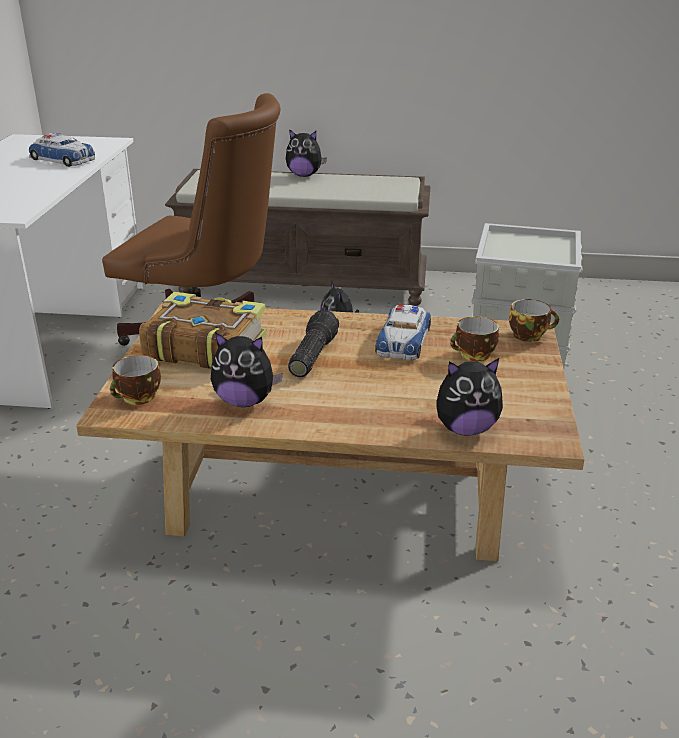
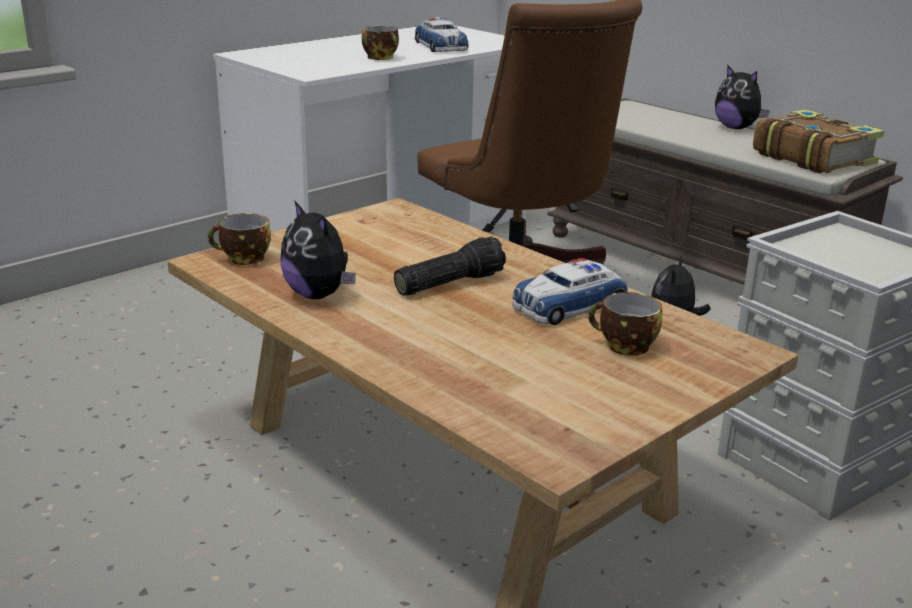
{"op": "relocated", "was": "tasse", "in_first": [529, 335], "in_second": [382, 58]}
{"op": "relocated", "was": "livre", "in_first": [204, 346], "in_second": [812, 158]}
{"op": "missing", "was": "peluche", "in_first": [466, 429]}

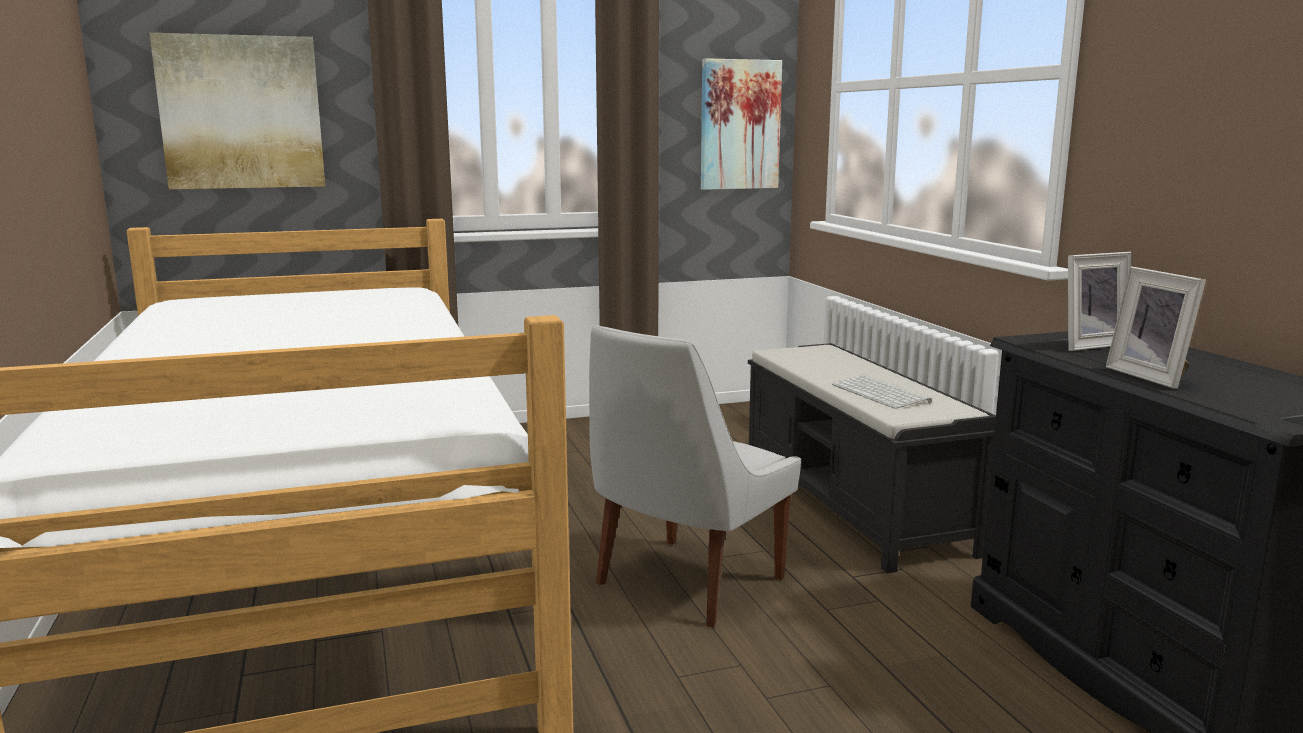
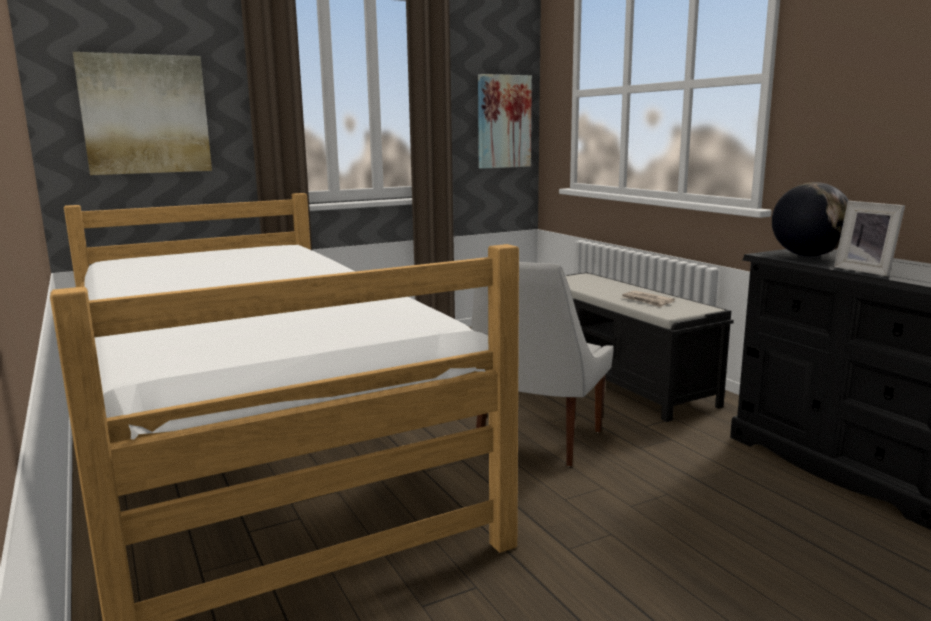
{"op": "exchanged", "was": "clavier", "now": "journal", "in_first": [882, 393], "in_second": [647, 301]}
{"op": "exchanged", "was": "cadre photo", "now": "globe", "in_first": [1088, 345], "in_second": [807, 255]}

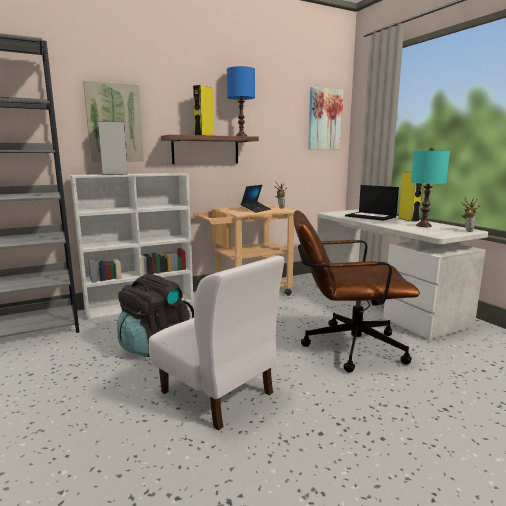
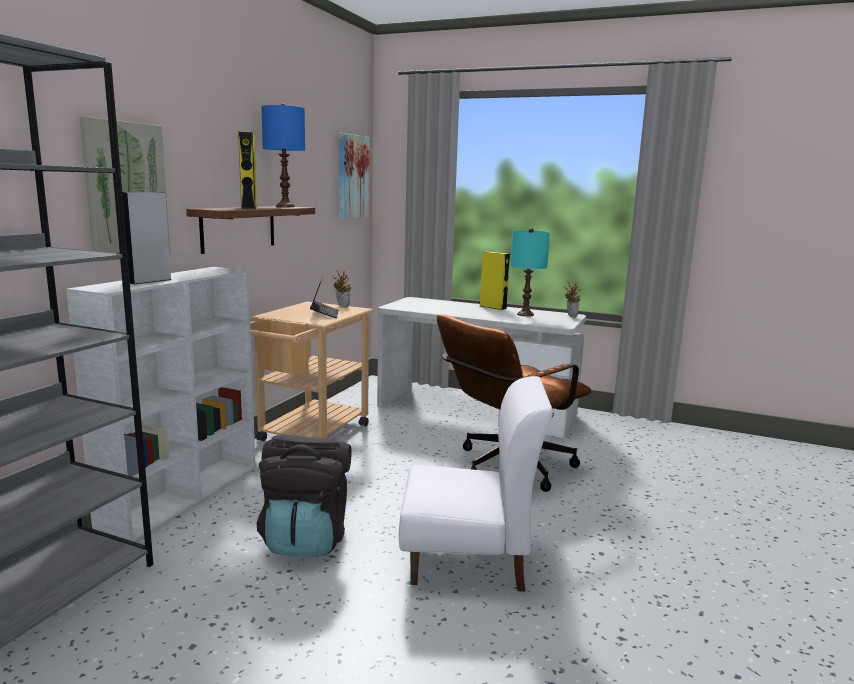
{"op": "missing", "was": "ordinateur portable", "in_first": [371, 216]}

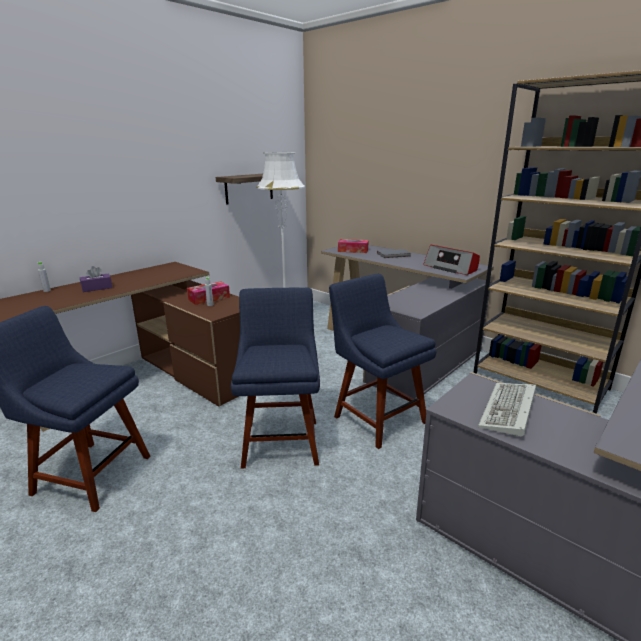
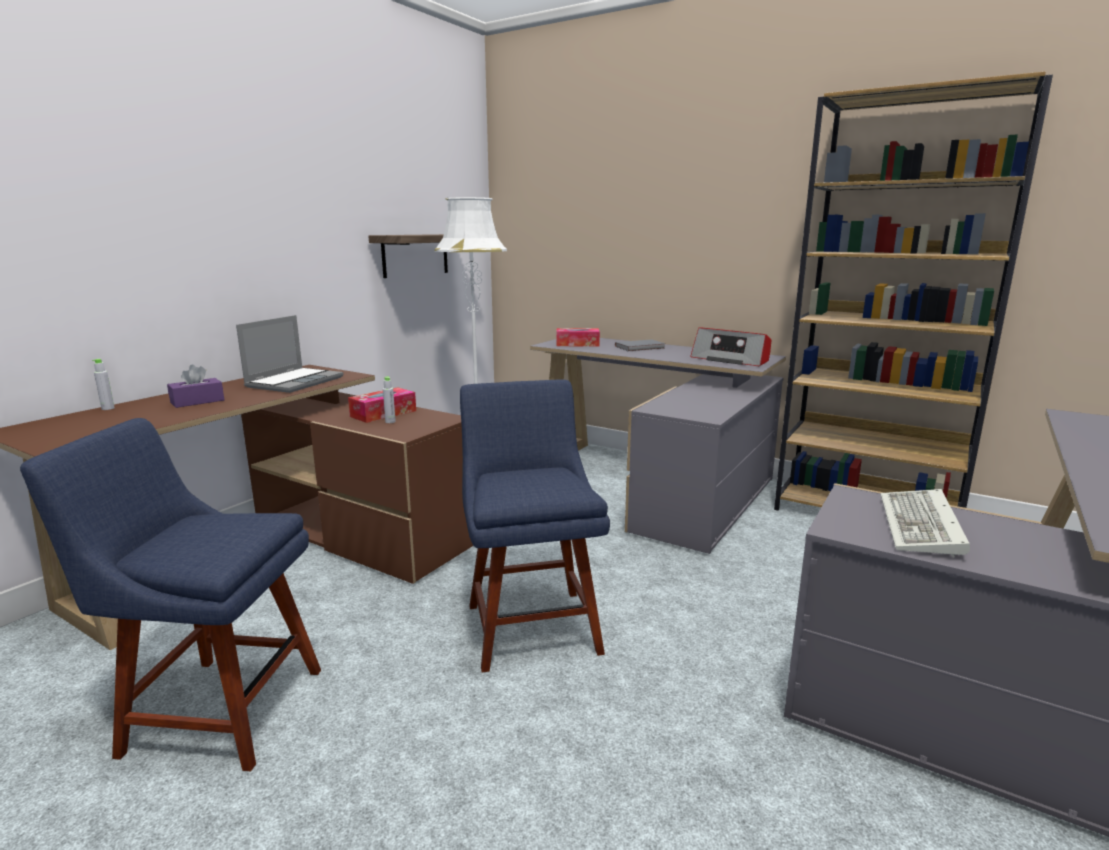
{"op": "appeared", "now": "ordinateur portable", "in_second": [295, 382]}
{"op": "missing", "was": "chaise (bleu)", "in_first": [376, 417]}

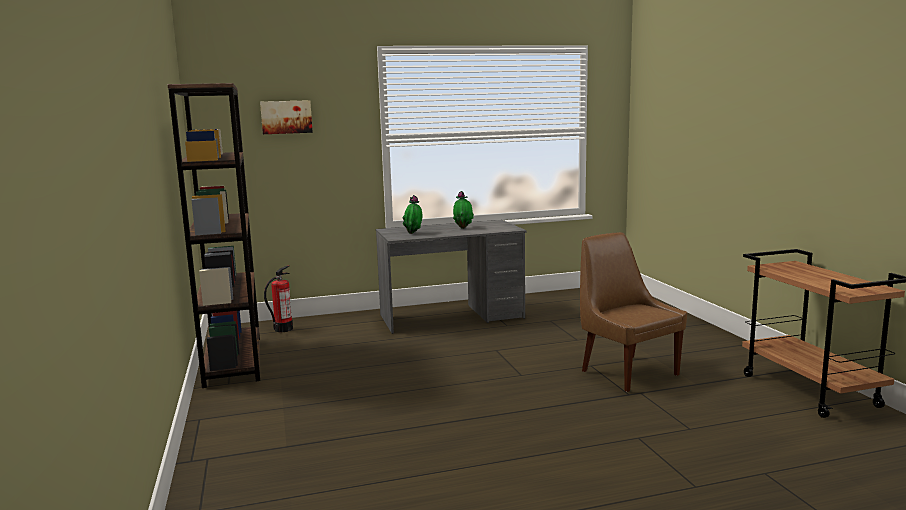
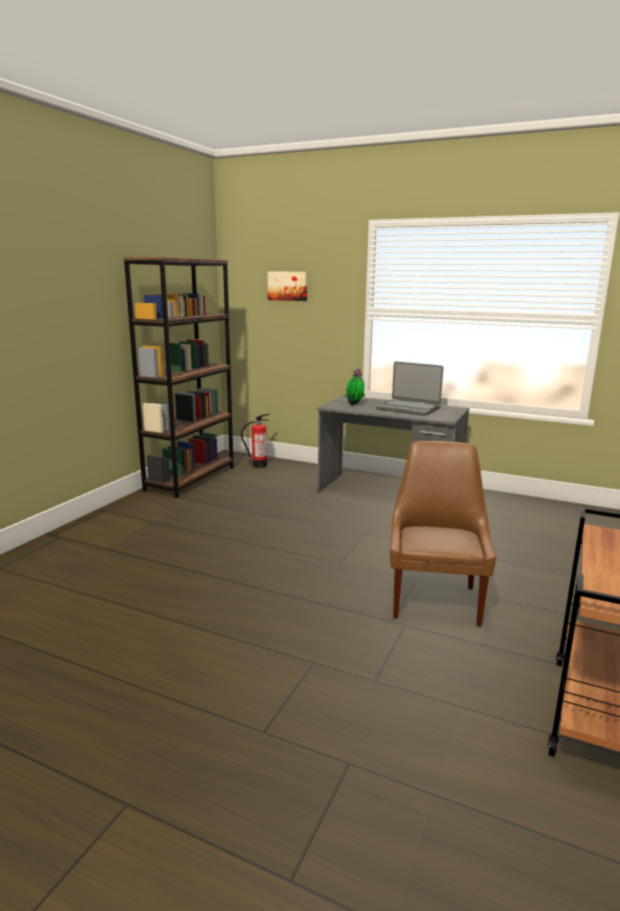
{"op": "exchanged", "was": "plante en pot", "now": "ordinateur portable", "in_first": [463, 228], "in_second": [408, 408]}

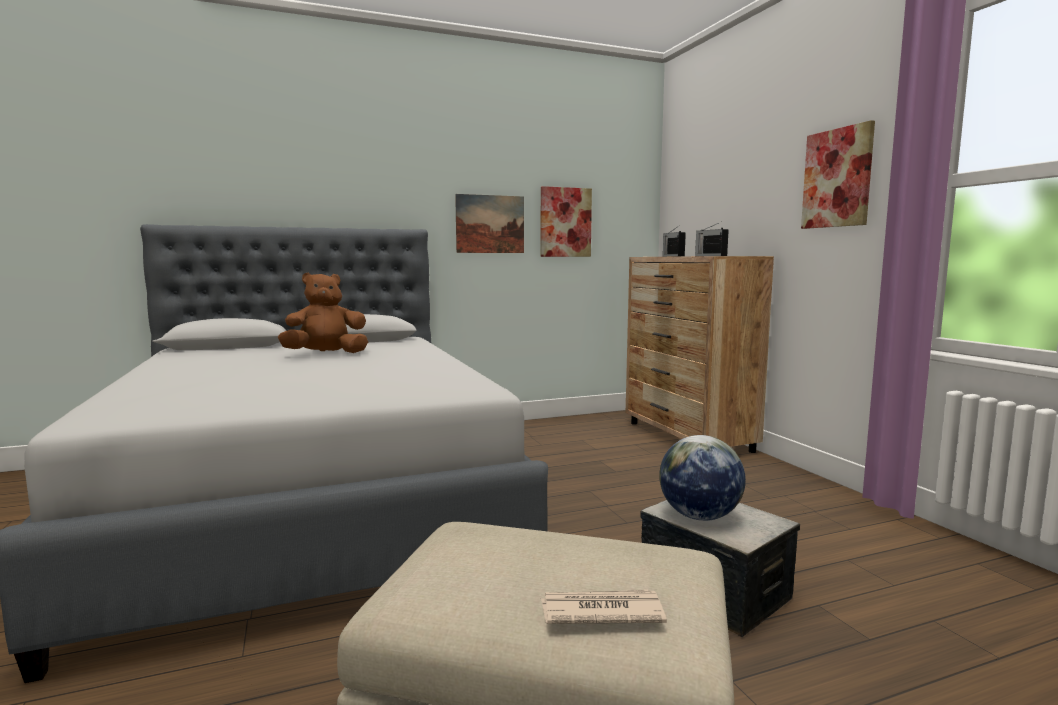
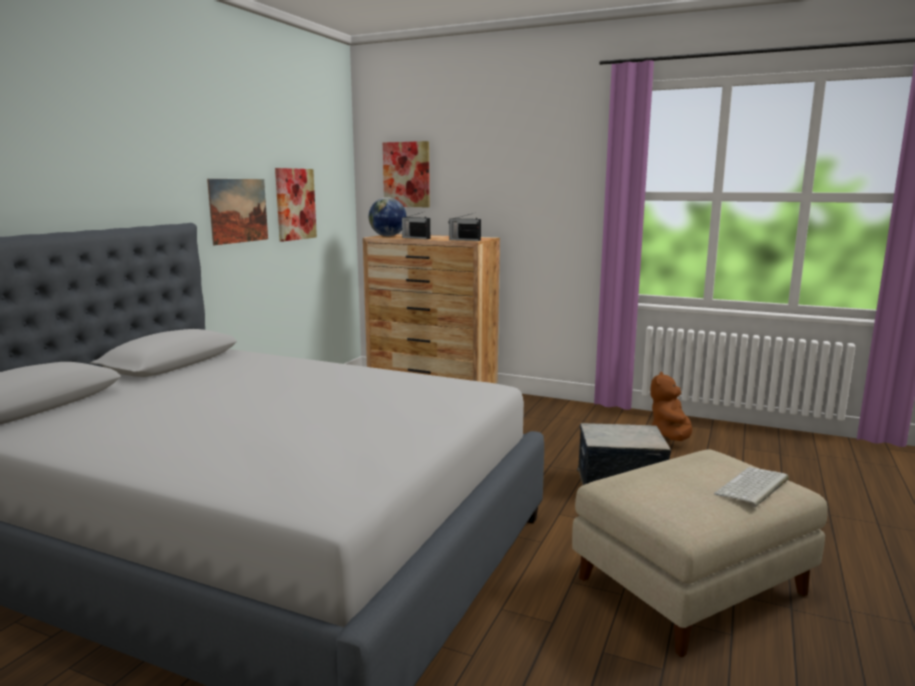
{"op": "relocated", "was": "globe", "in_first": [699, 516], "in_second": [387, 236]}
{"op": "relocated", "was": "tableau", "in_first": [837, 178], "in_second": [406, 174]}
{"op": "relocated", "was": "peluche (marron)", "in_first": [326, 354], "in_second": [670, 436]}
{"op": "exchanged", "was": "journal", "now": "clavier", "in_first": [600, 611], "in_second": [753, 487]}

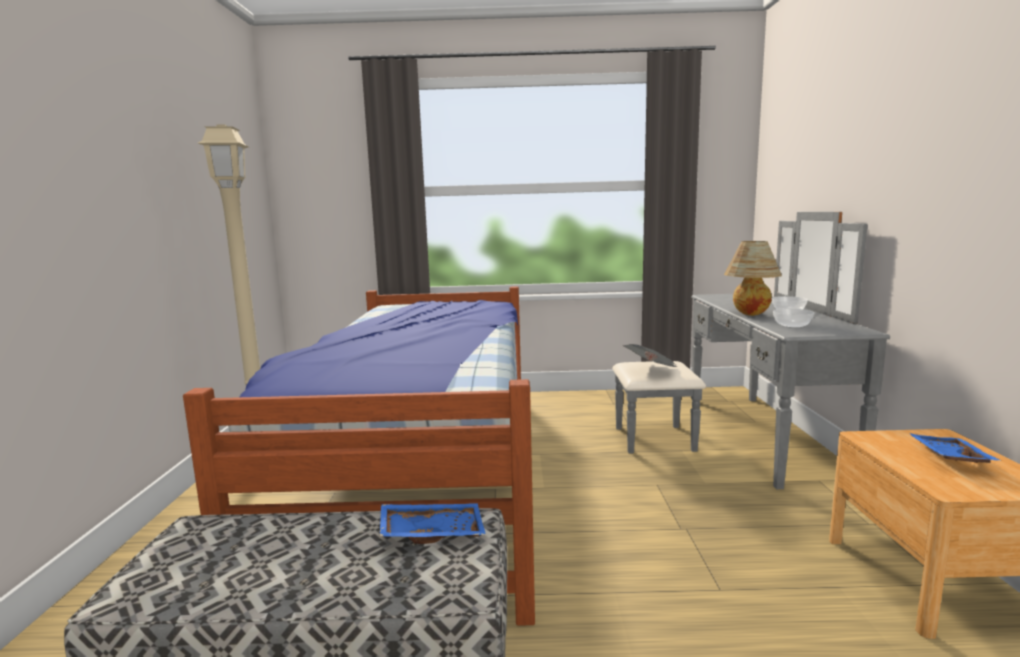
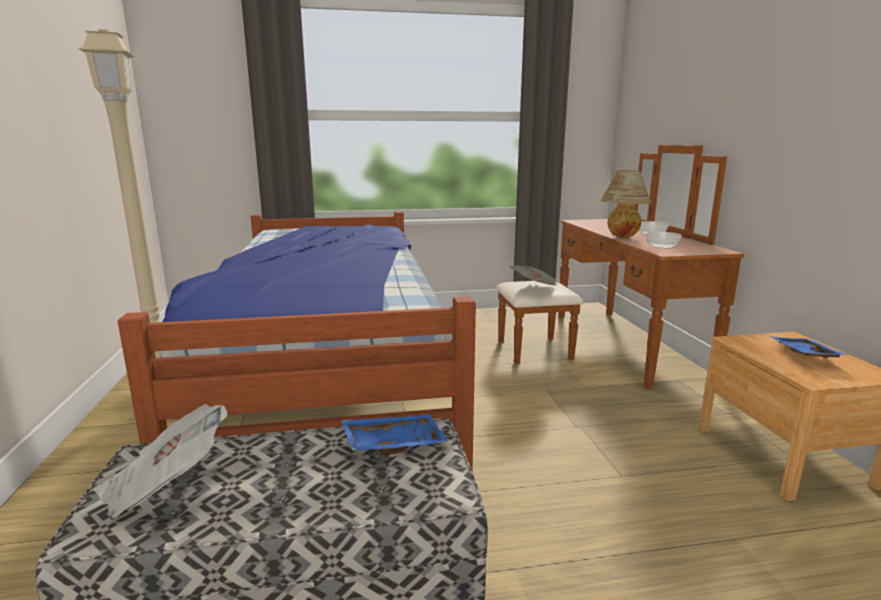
{"op": "appeared", "now": "journal", "in_second": [166, 485]}
{"op": "colour", "was": "commode (gris)", "now": "commode (marron)", "in_first": [738, 437], "in_second": [605, 346]}

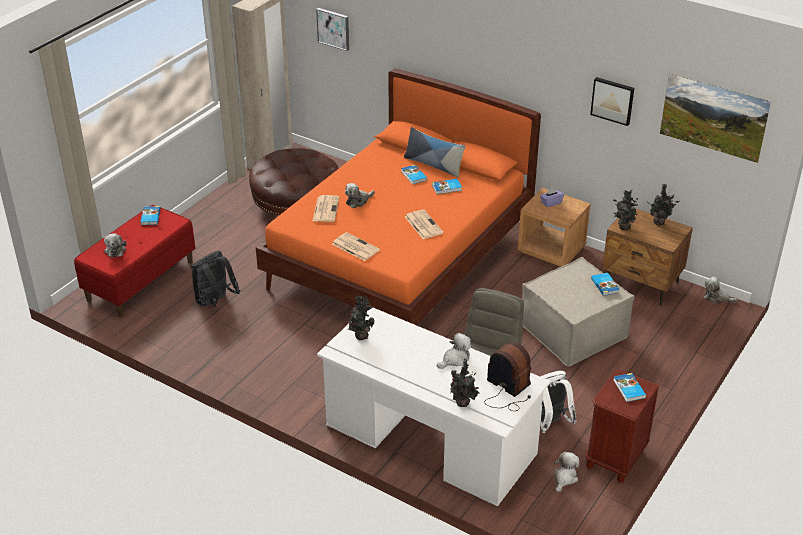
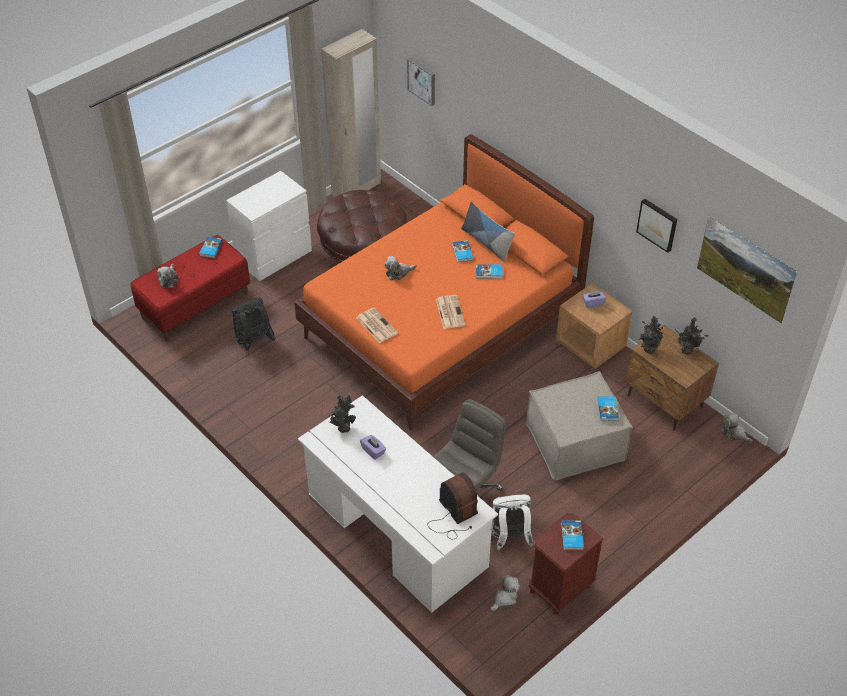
{"op": "appeared", "now": "commode (blanc)", "in_second": [274, 256]}
{"op": "appeared", "now": "boîte à mouchoirs (violet)", "in_second": [373, 451]}
{"op": "missing", "was": "journal", "in_first": [325, 209]}
{"op": "missing", "was": "peluche", "in_first": [455, 359]}
{"op": "missing", "was": "plante en pot", "in_first": [462, 403]}

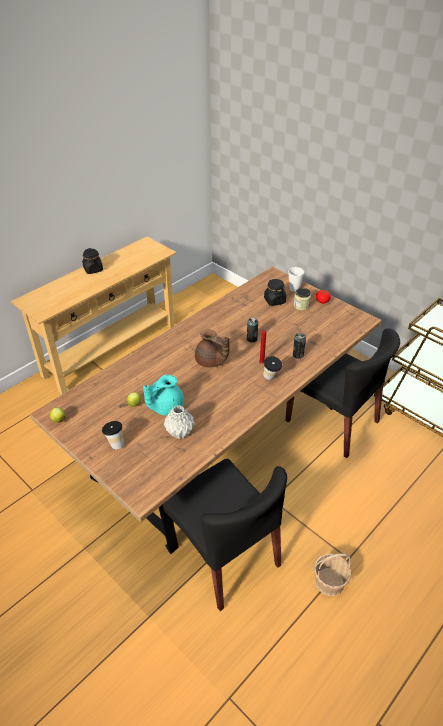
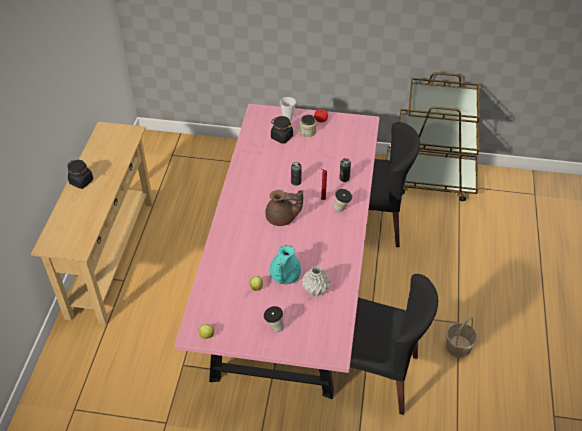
{"op": "colour", "was": "table à manger (marron)", "now": "table à manger (rose)", "in_first": [221, 439], "in_second": [291, 285]}

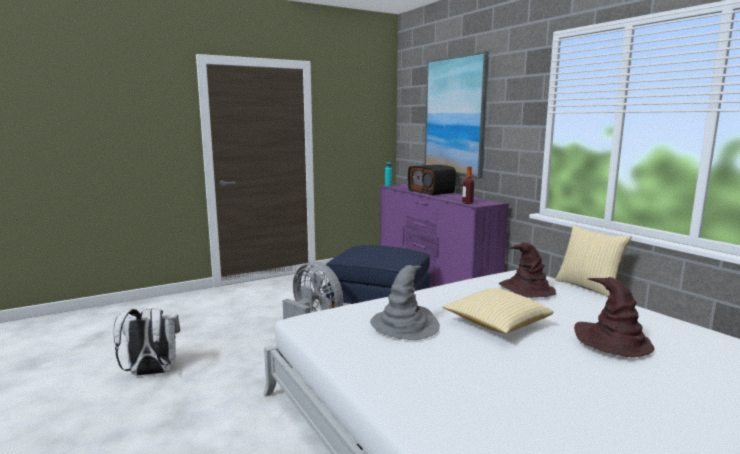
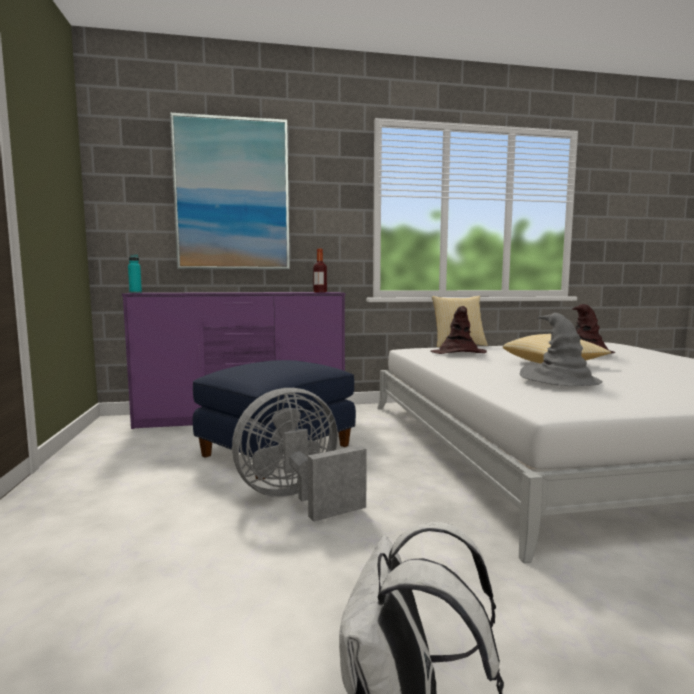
{"op": "missing", "was": "radio", "in_first": [431, 192]}

